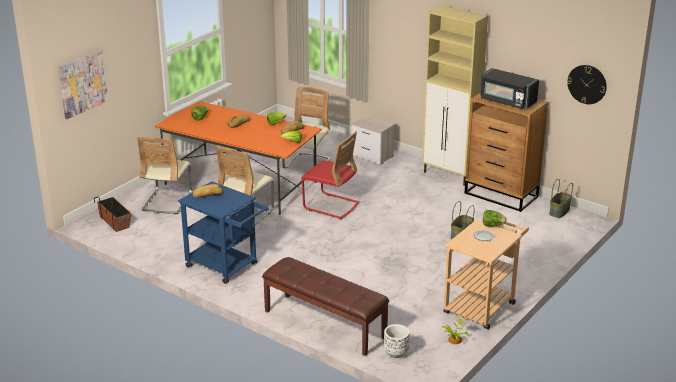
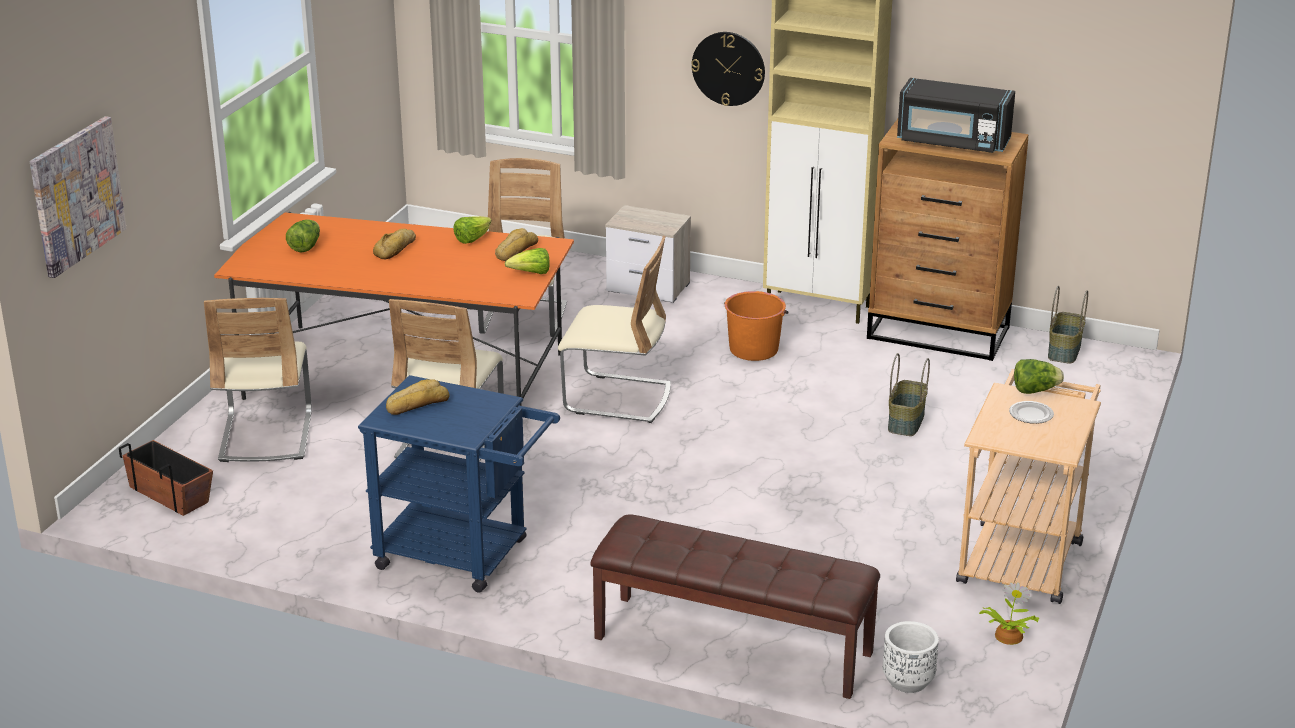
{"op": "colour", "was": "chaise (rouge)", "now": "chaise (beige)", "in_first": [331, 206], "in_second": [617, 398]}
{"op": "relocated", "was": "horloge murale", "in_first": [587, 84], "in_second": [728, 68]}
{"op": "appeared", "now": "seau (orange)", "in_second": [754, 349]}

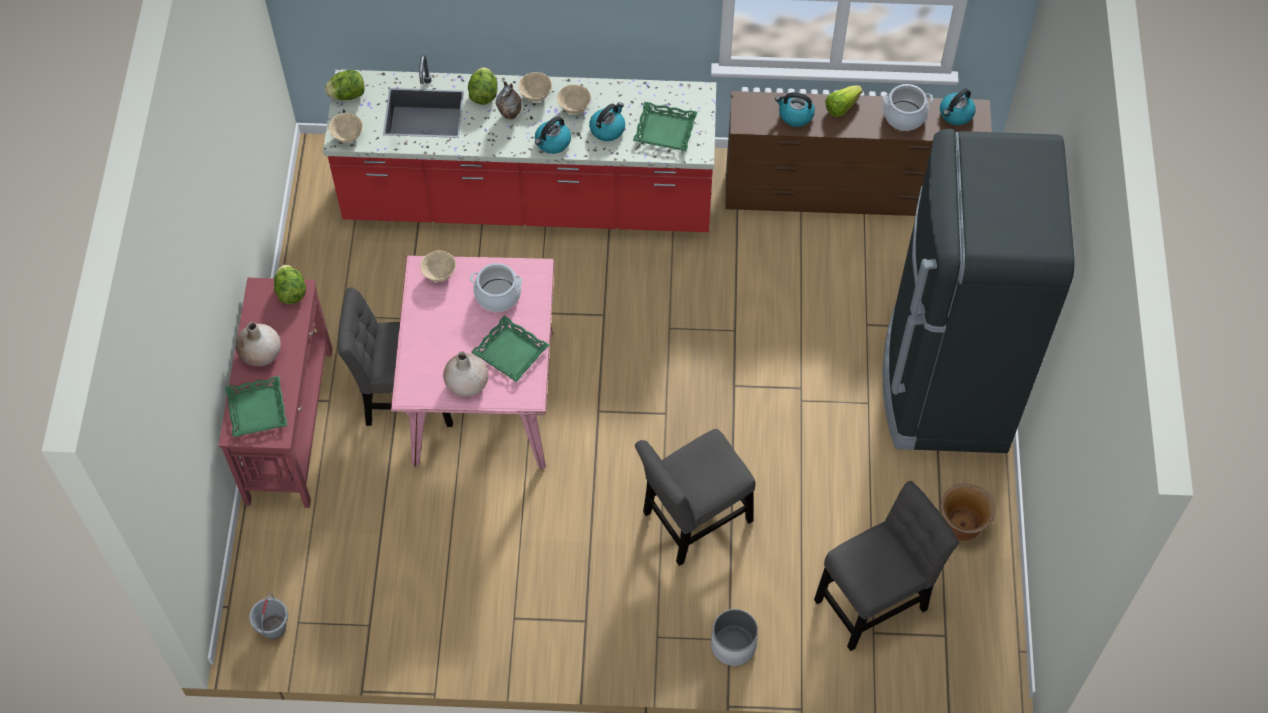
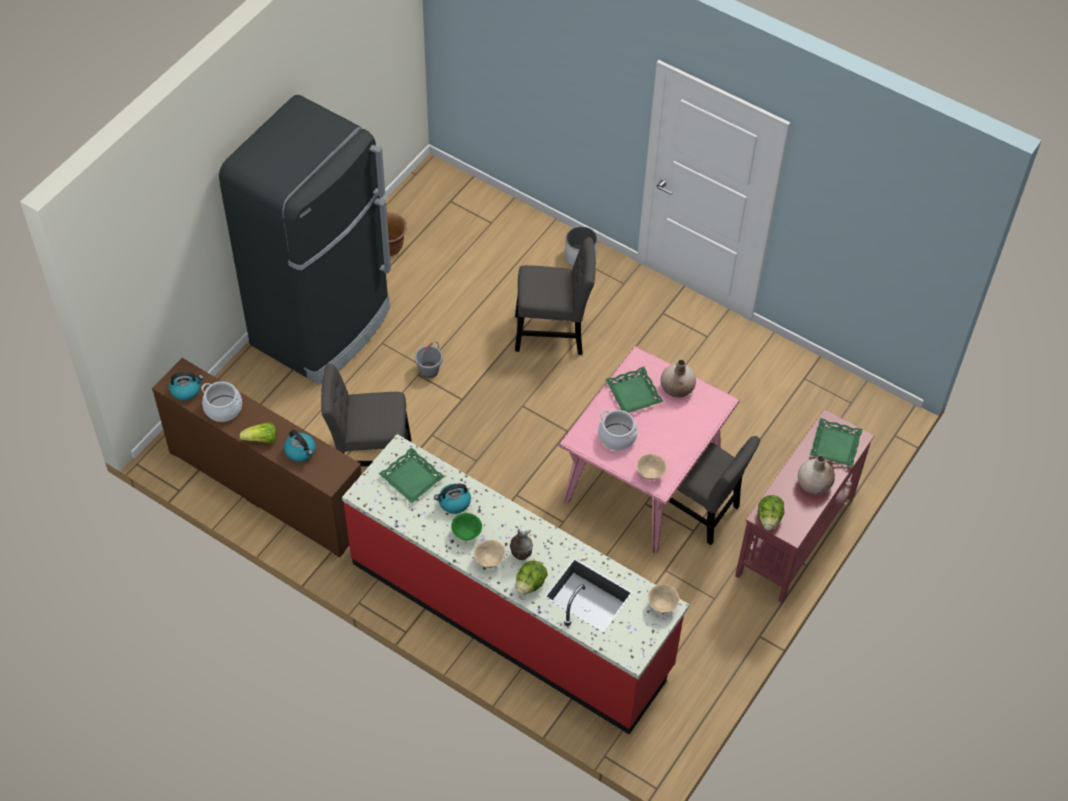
{"op": "relocated", "was": "chaise (gris)", "in_first": [875, 600], "in_second": [369, 459]}
{"op": "relocated", "was": "seau (gris)", "in_first": [273, 627], "in_second": [429, 370]}
{"op": "colour", "was": "bol (beige)", "now": "bol (vert)", "in_first": [574, 107], "in_second": [466, 534]}
{"op": "missing", "was": "laitue", "in_first": [347, 94]}
{"op": "missing", "was": "bouilloire", "in_first": [552, 142]}

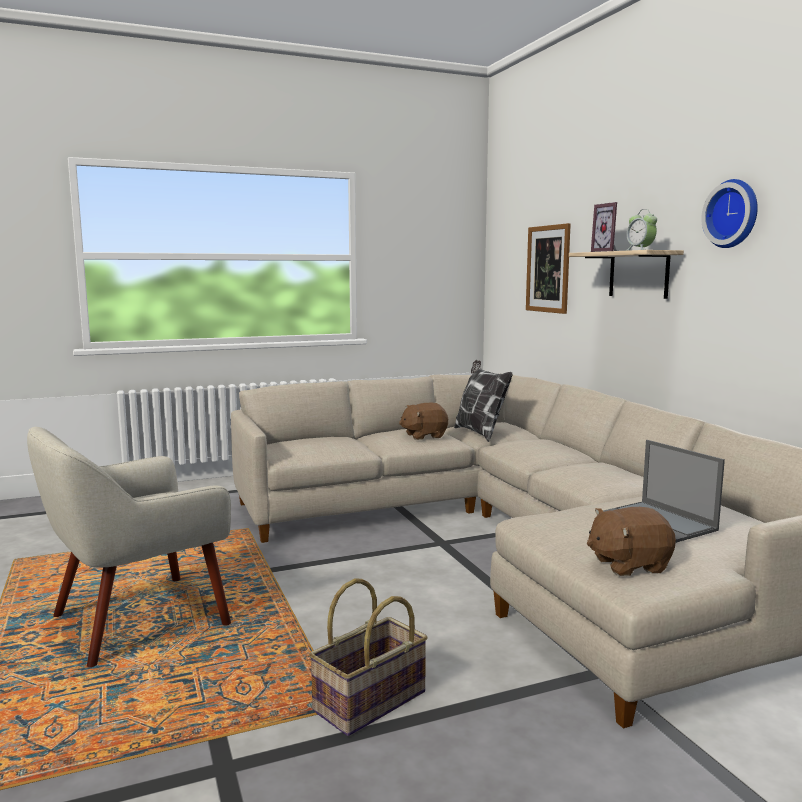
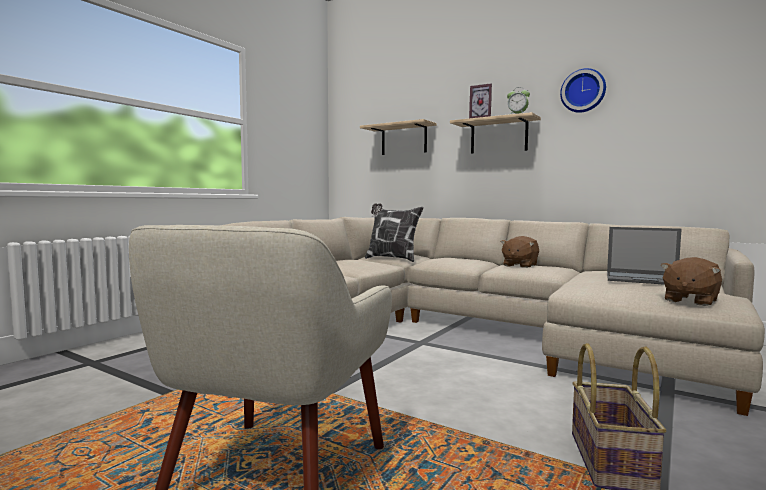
{"op": "exchanged", "was": "tableau", "now": "étagère", "in_first": [548, 269], "in_second": [404, 139]}
{"op": "relocated", "was": "peluche (marron)", "in_first": [424, 436], "in_second": [519, 265]}

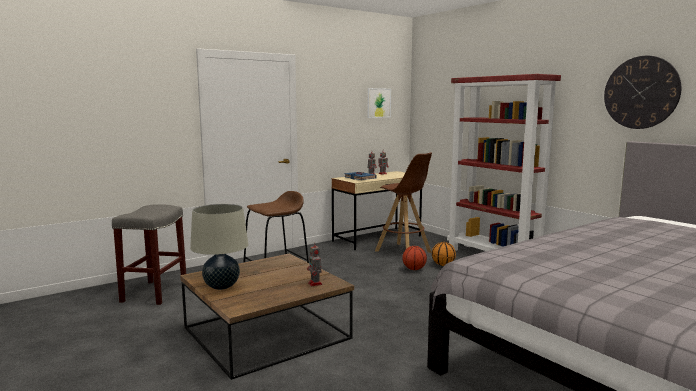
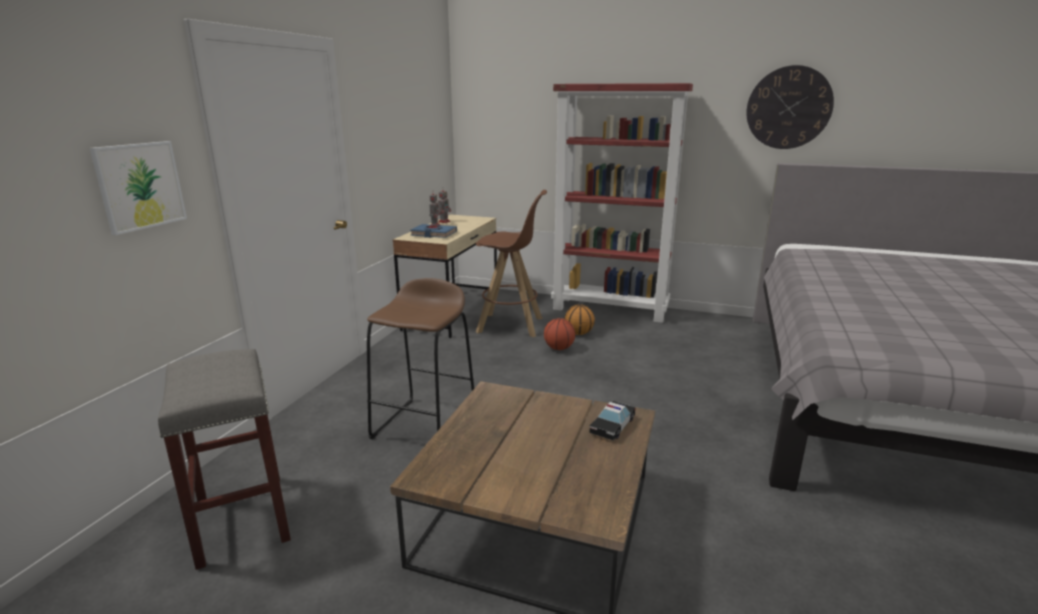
{"op": "relocated", "was": "tableau", "in_first": [378, 103], "in_second": [140, 186]}
{"op": "exchanged", "was": "robot jouet", "now": "petite voiture", "in_first": [315, 284], "in_second": [612, 426]}
{"op": "missing", "was": "lampe de table (beige)", "in_first": [221, 286]}

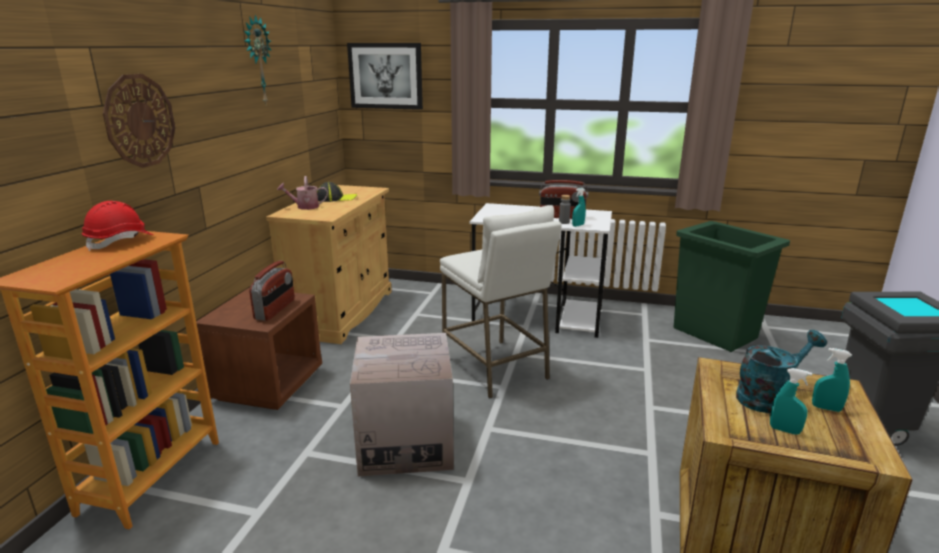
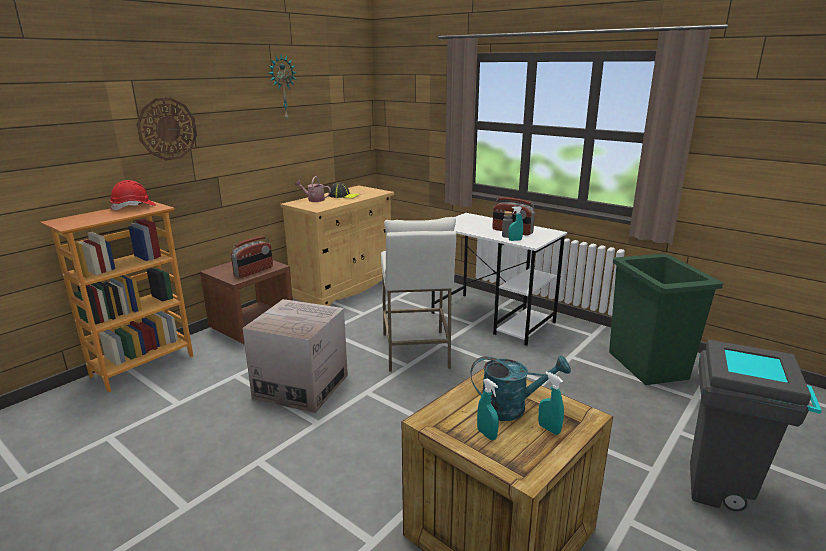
{"op": "missing", "was": "tableau", "in_first": [385, 76]}

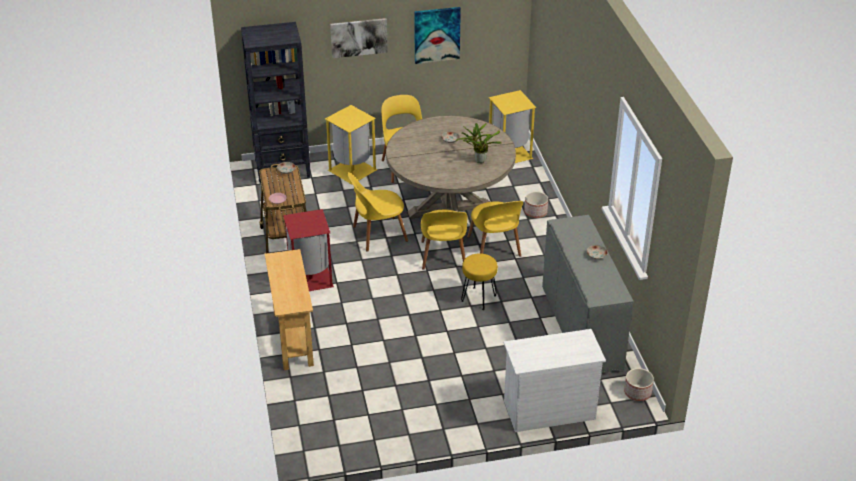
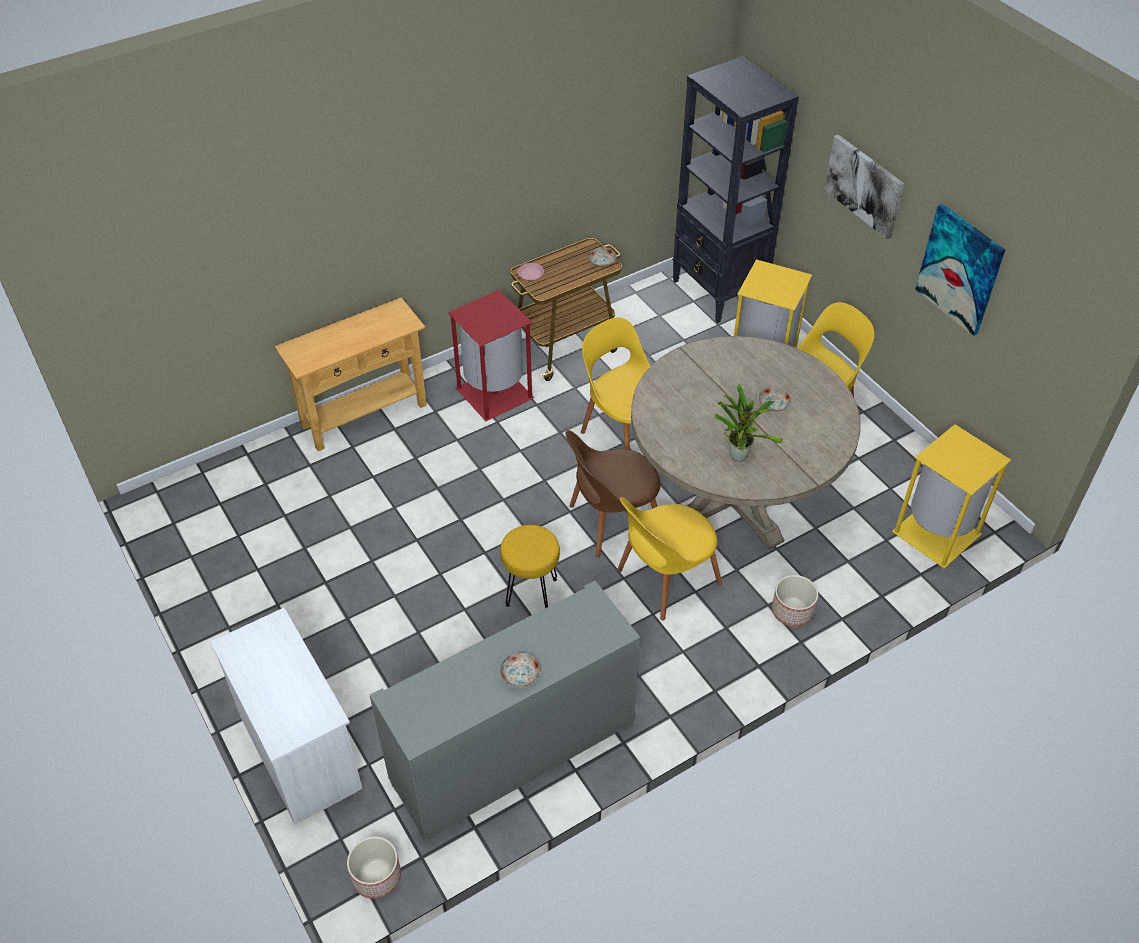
{"op": "colour", "was": "chaise (jaune)", "now": "chaise (marron)", "in_first": [443, 256], "in_second": [612, 521]}

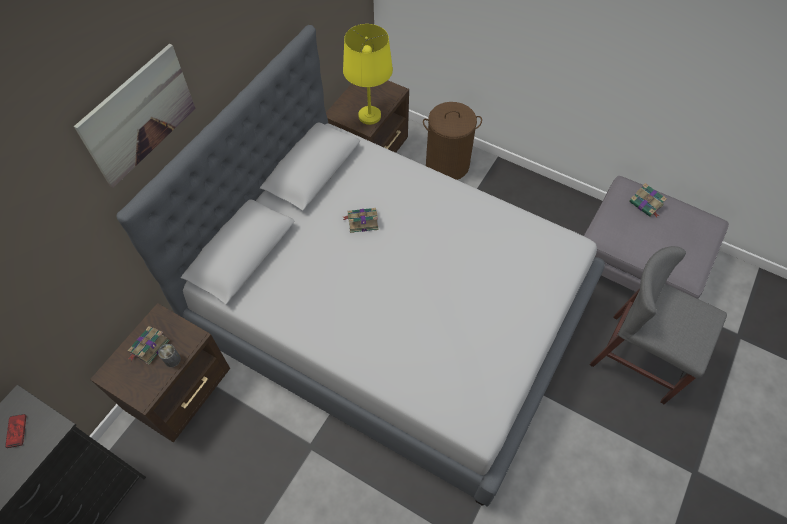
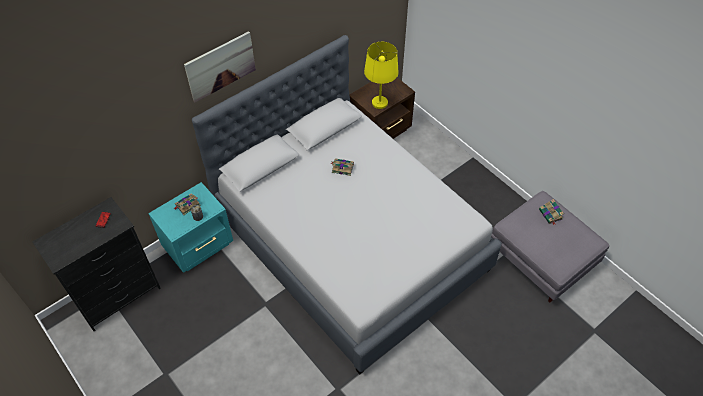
{"op": "colour", "was": "table de chevet (marron)", "now": "table de chevet (turquoise)", "in_first": [182, 391], "in_second": [199, 246]}
{"op": "missing", "was": "panier à linge (marron)", "in_first": [447, 164]}
{"op": "missing", "was": "chaise (gris)", "in_first": [638, 358]}

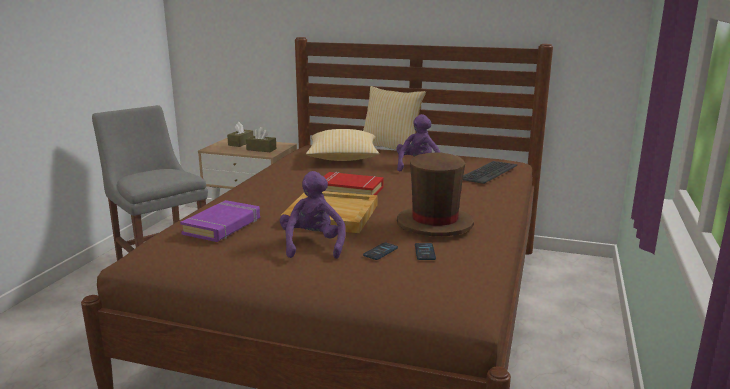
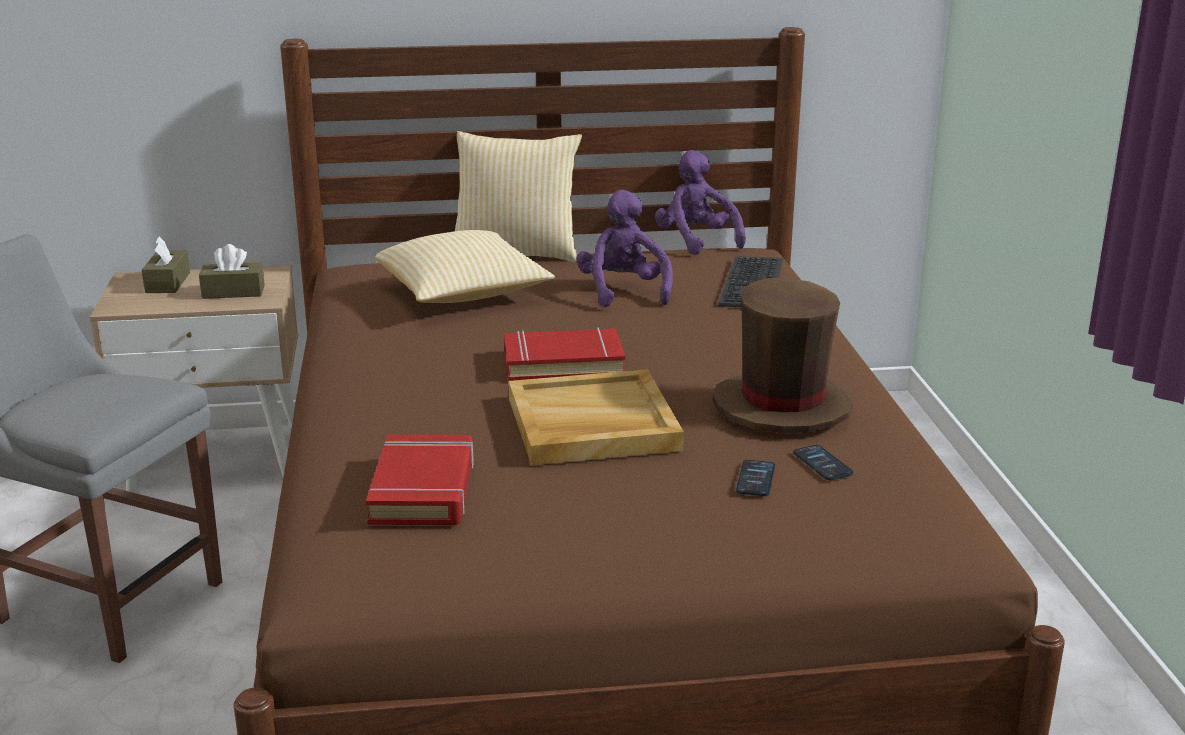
{"op": "colour", "was": "livre (violet)", "now": "livre (rouge)", "in_first": [223, 226], "in_second": [423, 490]}
{"op": "relocated", "was": "peluche (violet)", "in_first": [313, 245], "in_second": [696, 241]}

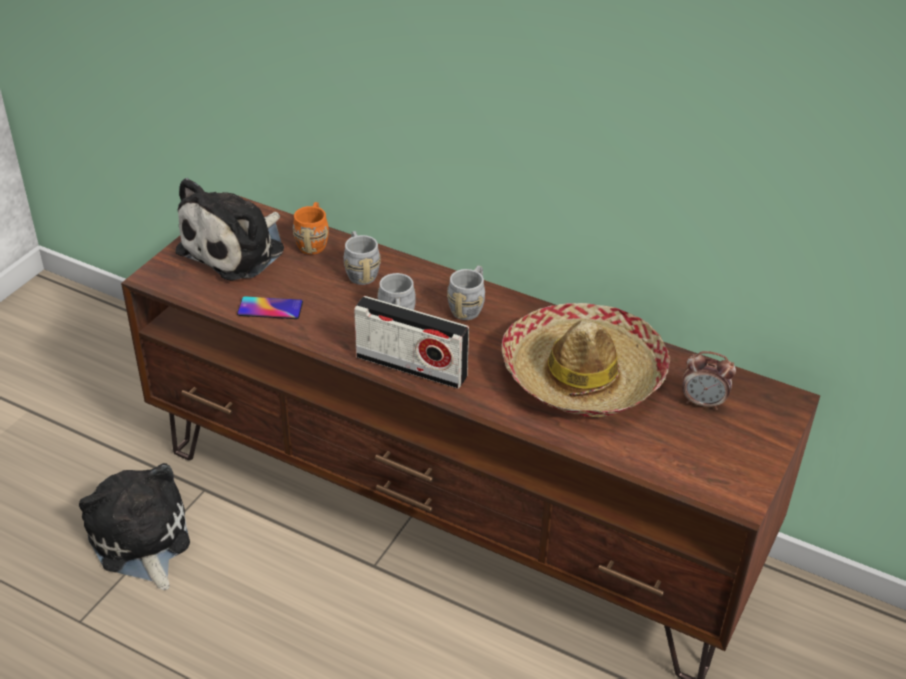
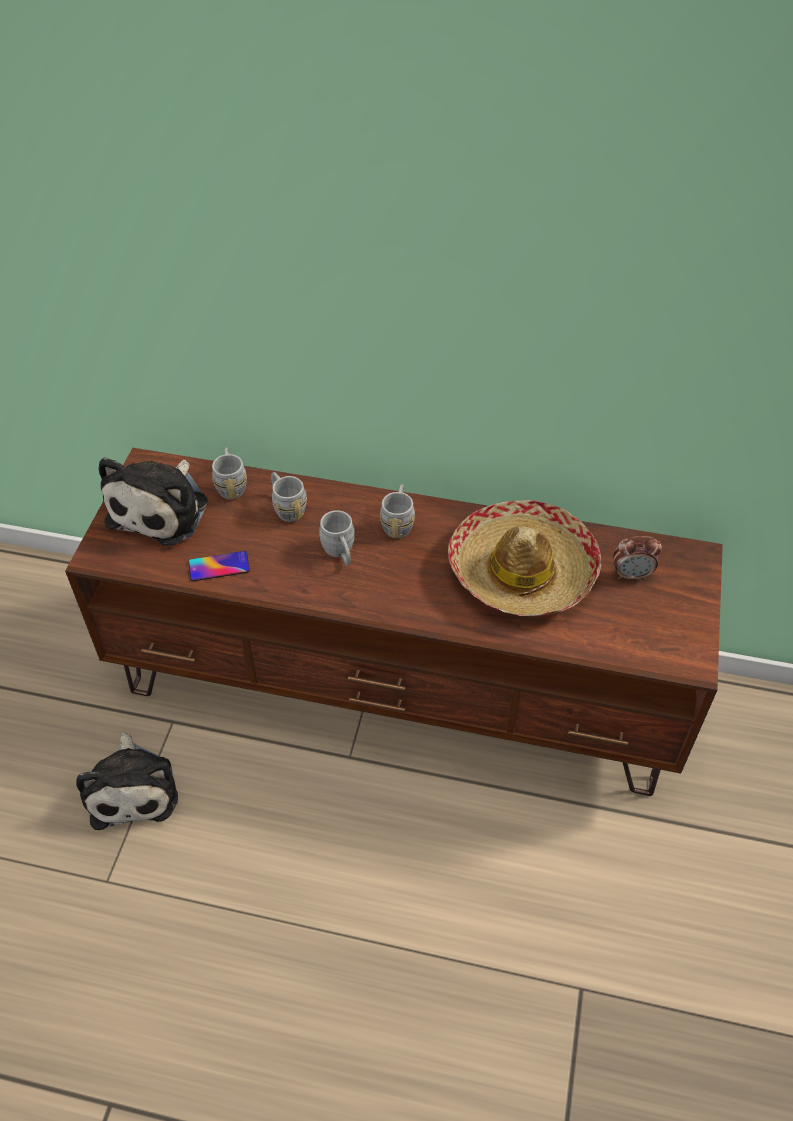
{"op": "spun", "was": "peluche", "in_first": [140, 541], "in_second": [133, 788], "clockwise": -150}
{"op": "colour", "was": "mug (orange)", "now": "mug (gris)", "in_first": [313, 241], "in_second": [231, 484]}
{"op": "missing", "was": "radio", "in_first": [411, 366]}

